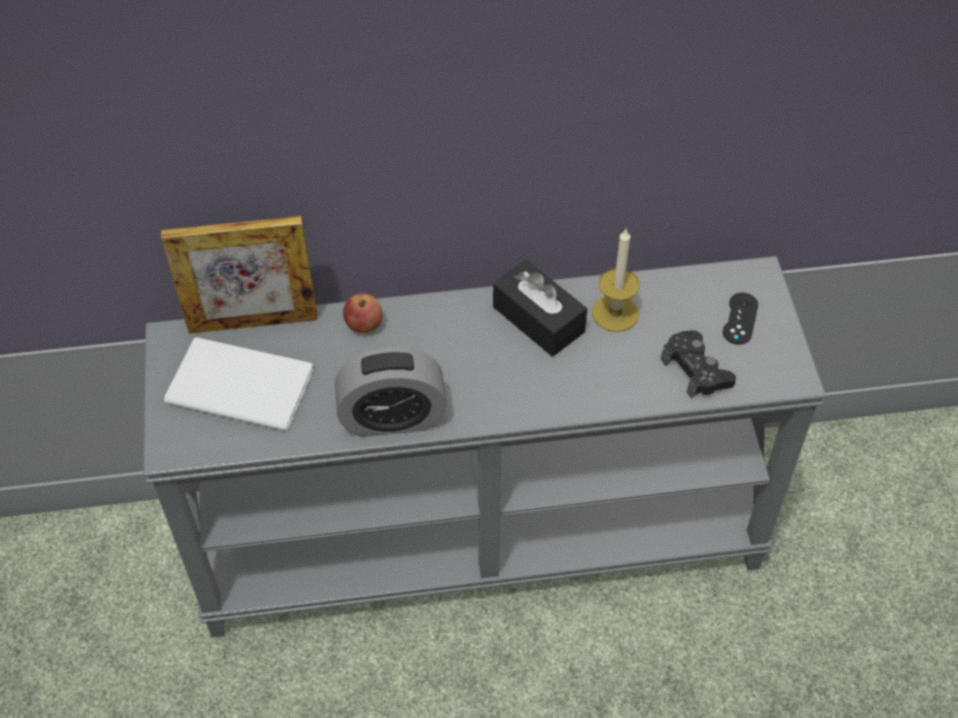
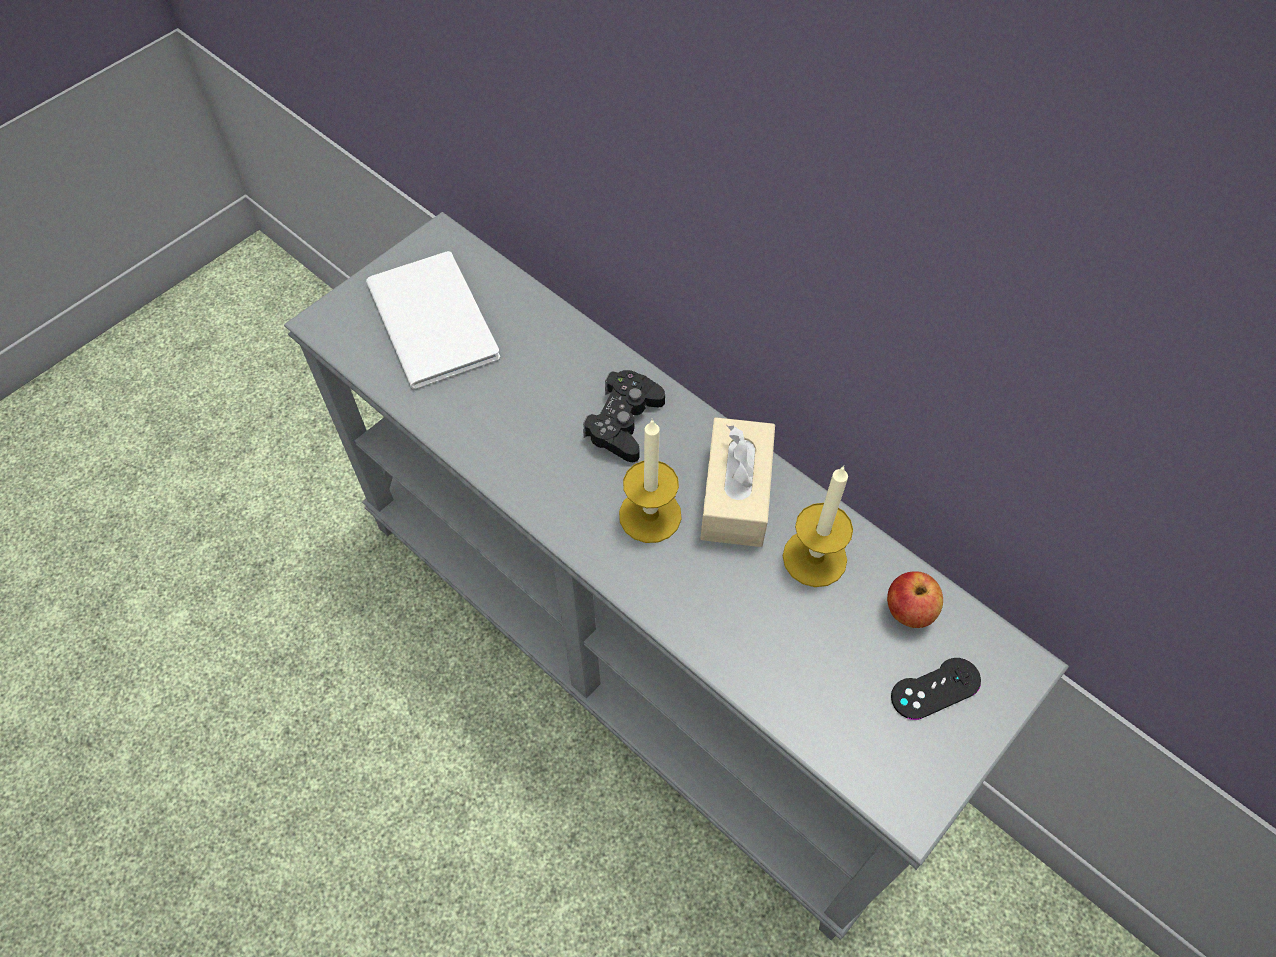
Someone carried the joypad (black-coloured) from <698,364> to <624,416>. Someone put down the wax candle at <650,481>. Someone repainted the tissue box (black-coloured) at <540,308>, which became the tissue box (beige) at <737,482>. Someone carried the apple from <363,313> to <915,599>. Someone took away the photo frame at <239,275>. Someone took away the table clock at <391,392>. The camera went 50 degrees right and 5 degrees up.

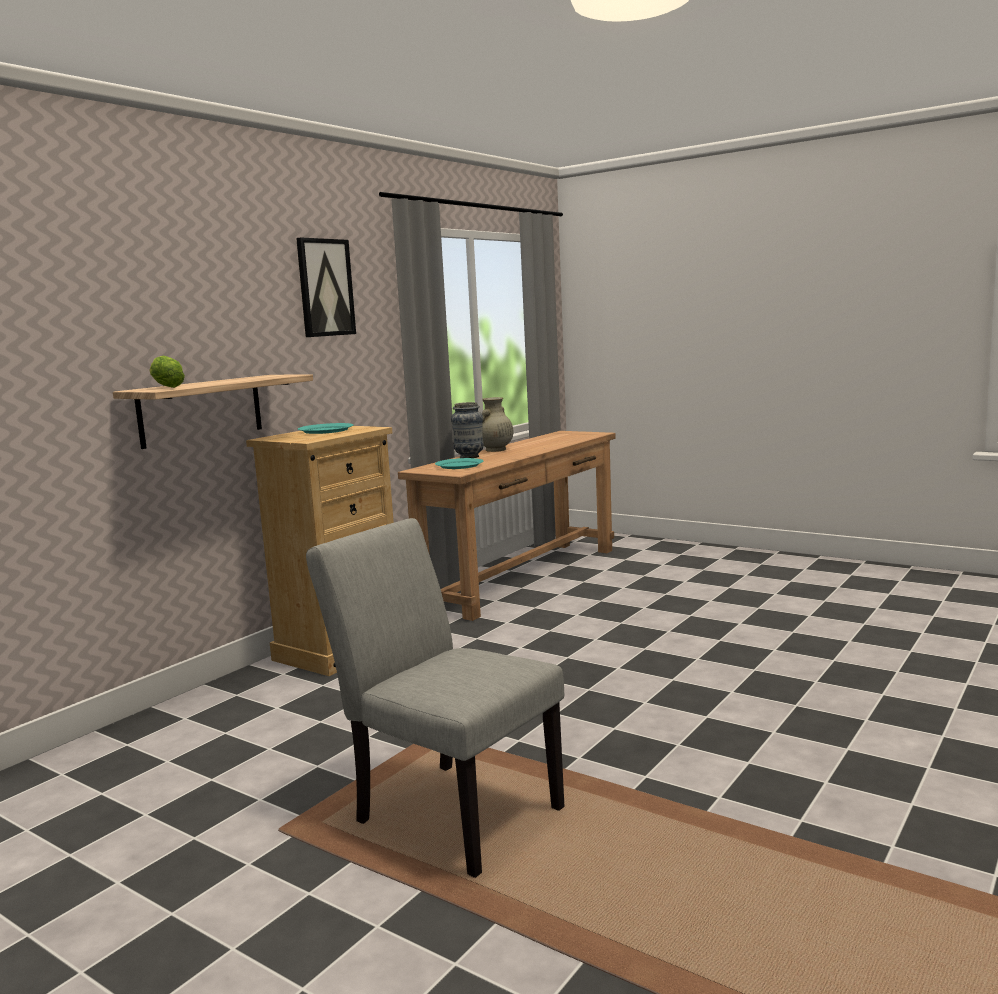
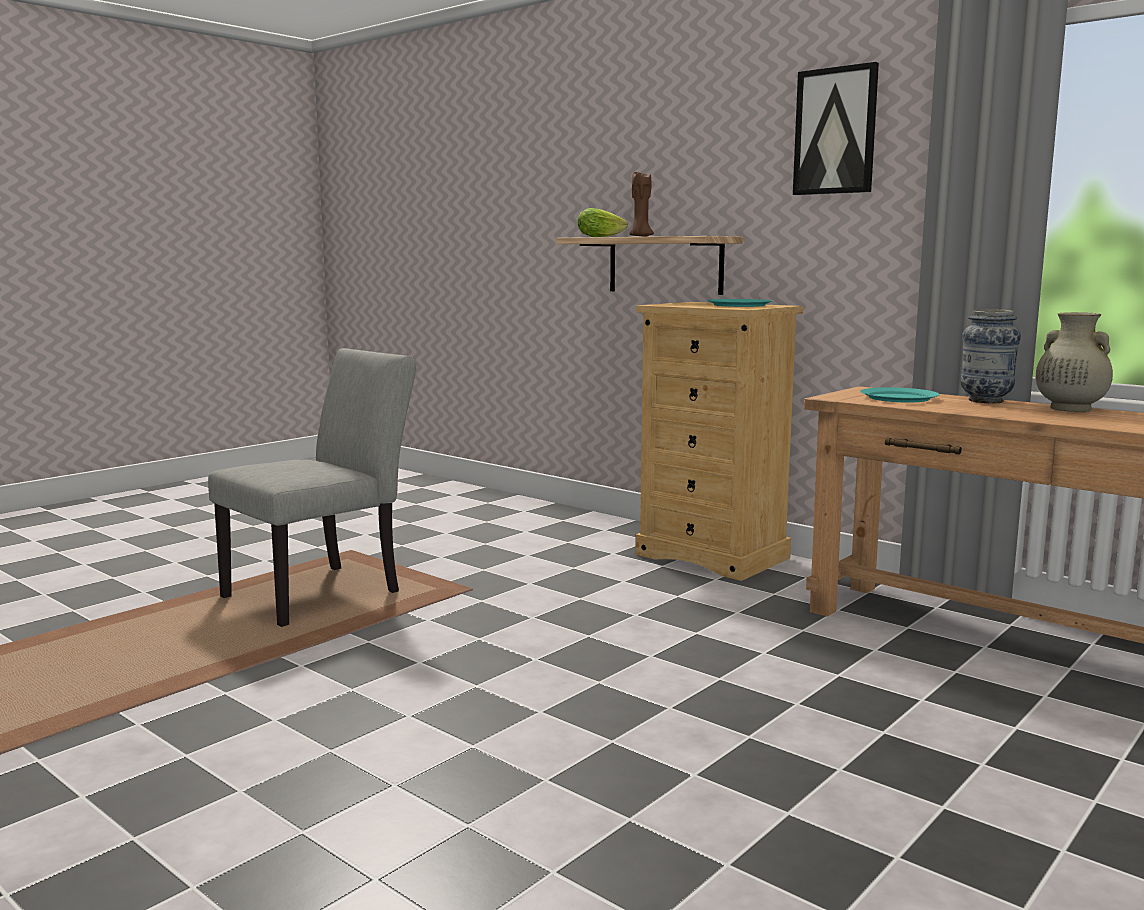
Someone put down the wax candle (brown) at <641,204>. The camera went 95 degrees right and 0 degrees up.

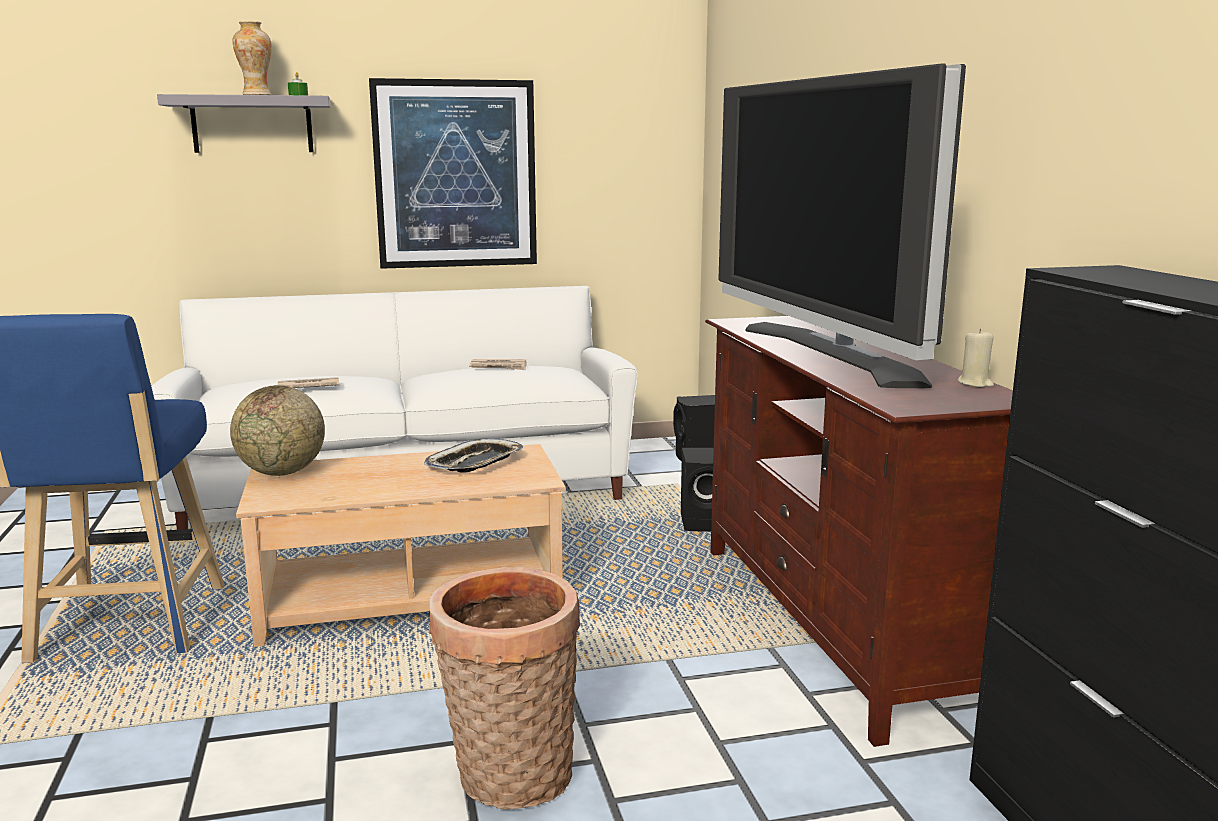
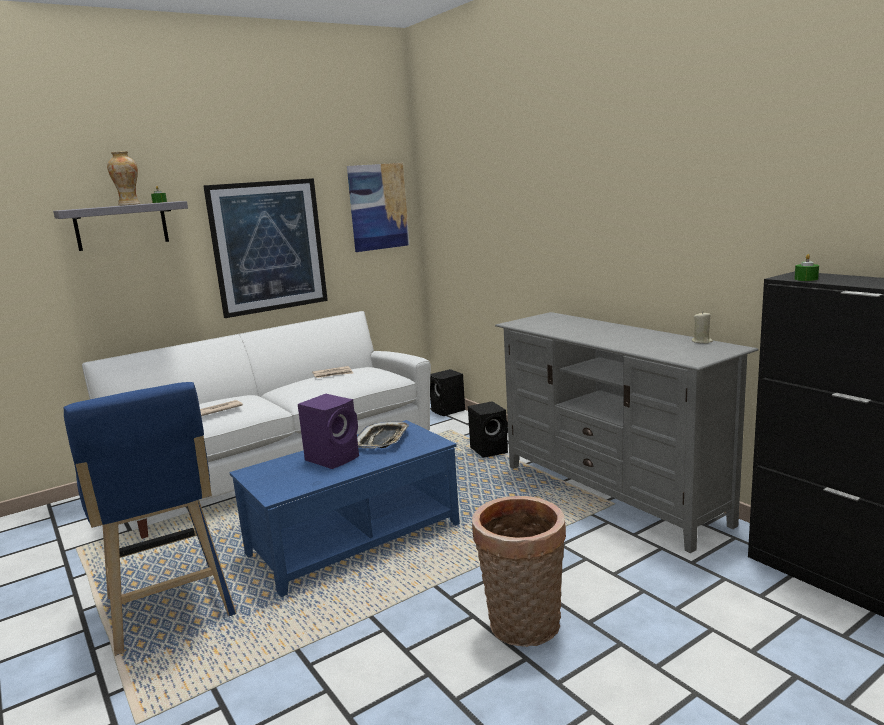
Someone repainted the coffee table (beige) at <401,545>, which became the coffee table (blue-coloured) at <344,508>. Someone put down the speaker (purplish) at <328,431>. Someone put up the wall picture at <378,207>. Someone repainted the tv stand (brown) at <859,531>, which became the tv stand (gray) at <627,432>. Someone put down the wax candle (green-coloured) at <806,267>. Someone took away the globe at <277,430>. Someone took away the television at <842,226>. The camera went 20 degrees left and 0 degrees up.

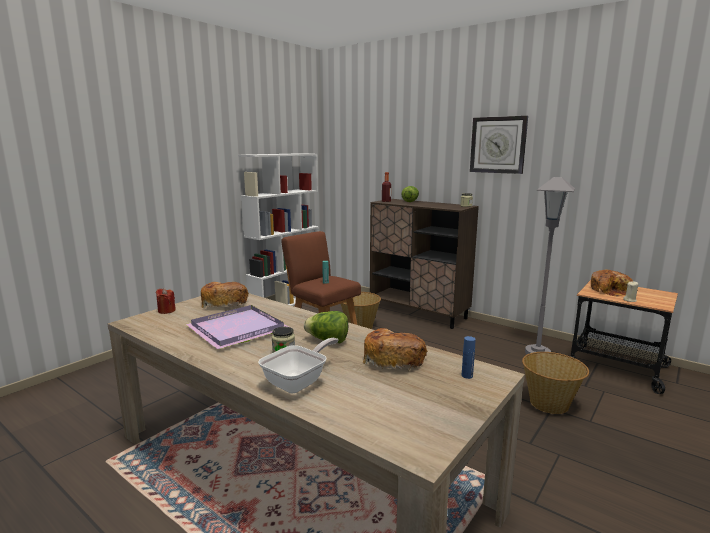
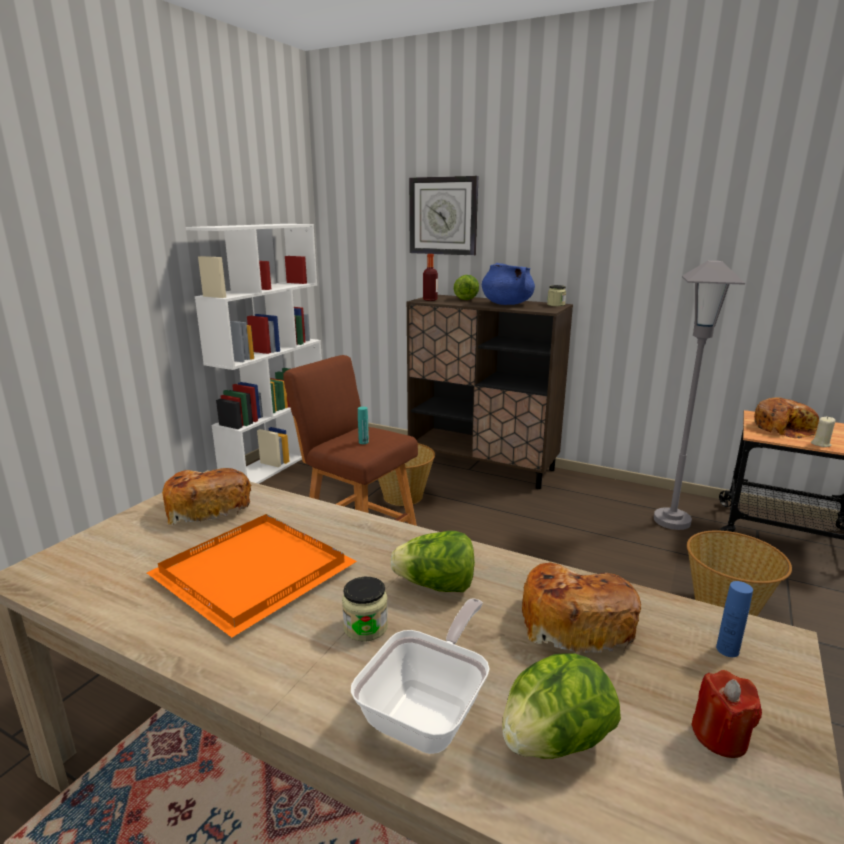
Someone repainted the serving tray (purplish) at <236,327>, which became the serving tray (orangey) at <252,576>. Someone carried the wall clock from <499,145> to <443,215>. Someone put down the stockpot (blue-coloured) at <508,284>. Someone put down the head of lettuce at <561,706>. Someone carried the wax candle (red-coloured) from <166,301> to <726,714>. The camera went 10 degrees left and 5 degrees up.

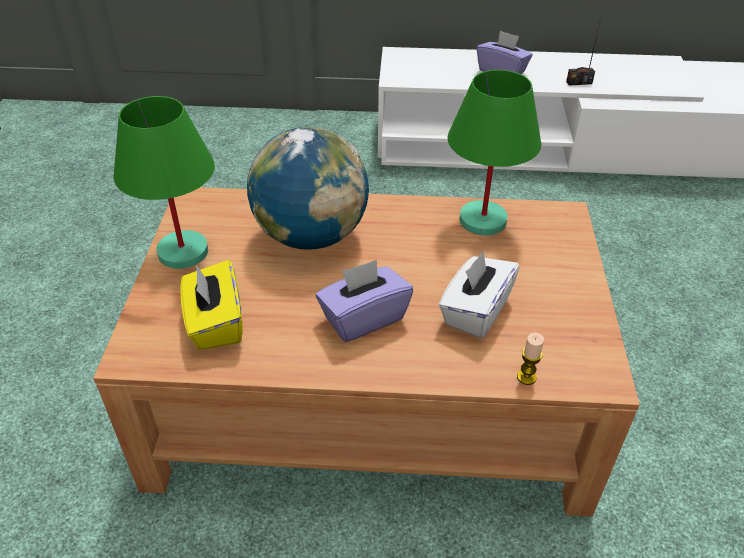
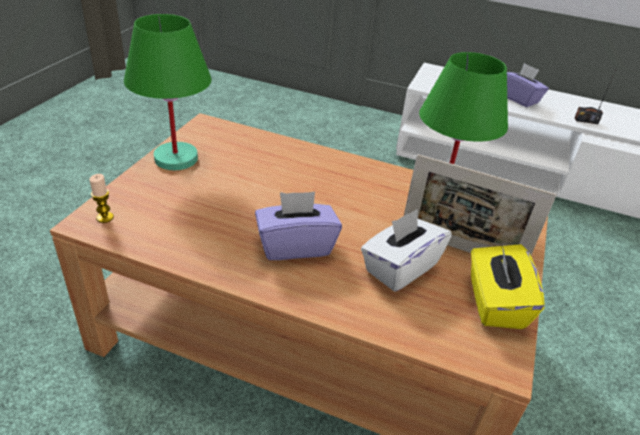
Someone carried the wax candle from <530,358> to <102,198>. Someone put down the photo frame at <480,204>. Someone carried the tissue box (yellow) from <211,305> to <508,286>. Someone took away the globe at <308,188>. The camera went 15 degrees right and 5 degrees down.

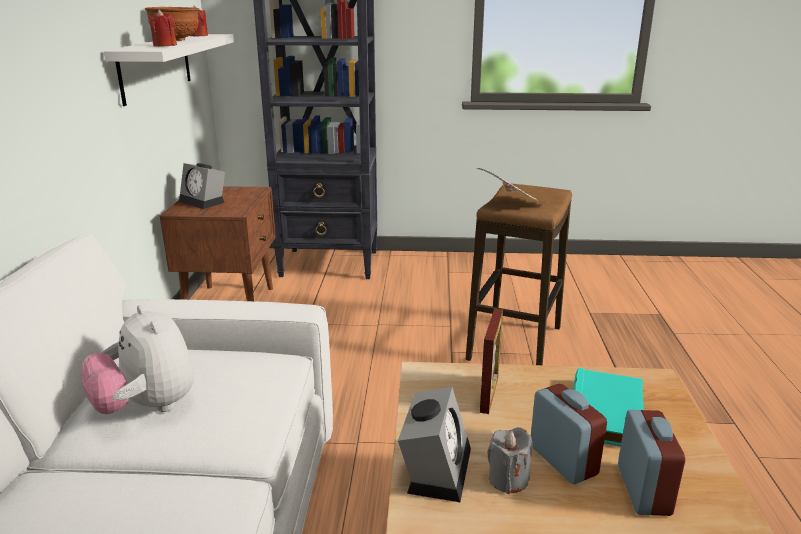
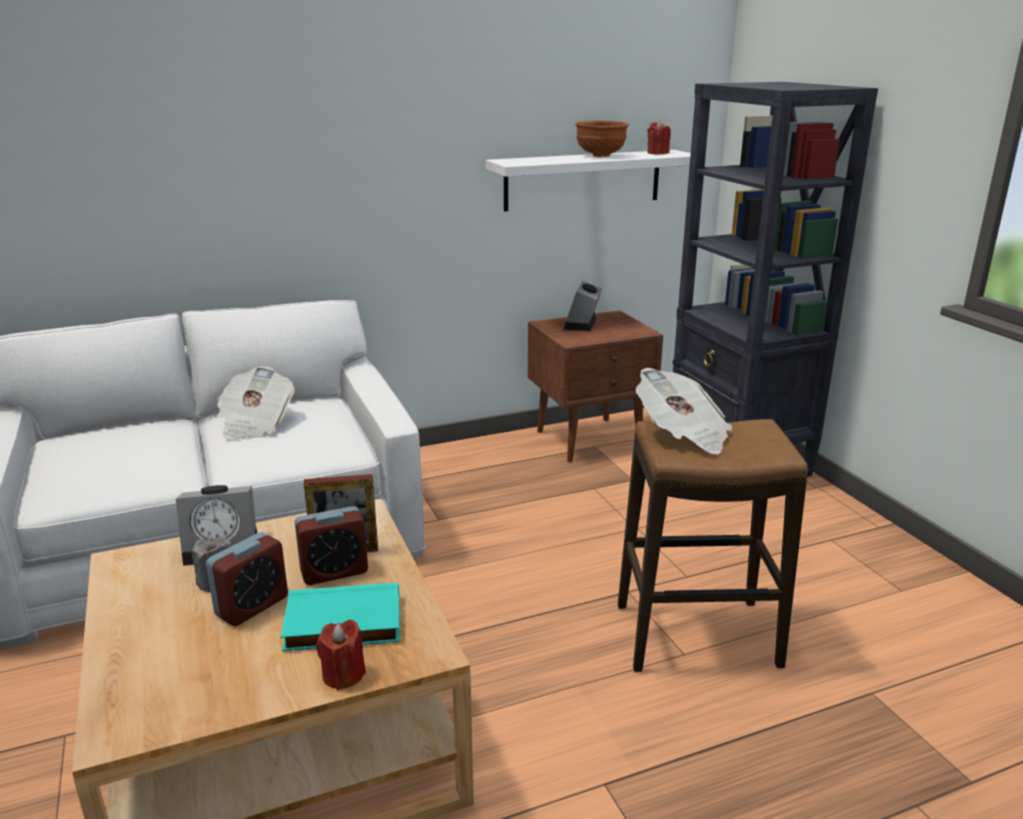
Someone swapped the cuddly toy at <137,359> for the daily paper at <256,403>. Someone carried the table clock from <651,463> to <331,545>. Someone carried the wax candle (red-coloured) from <162,28> to <341,654>. The camera went 65 degrees right and 0 degrees up.

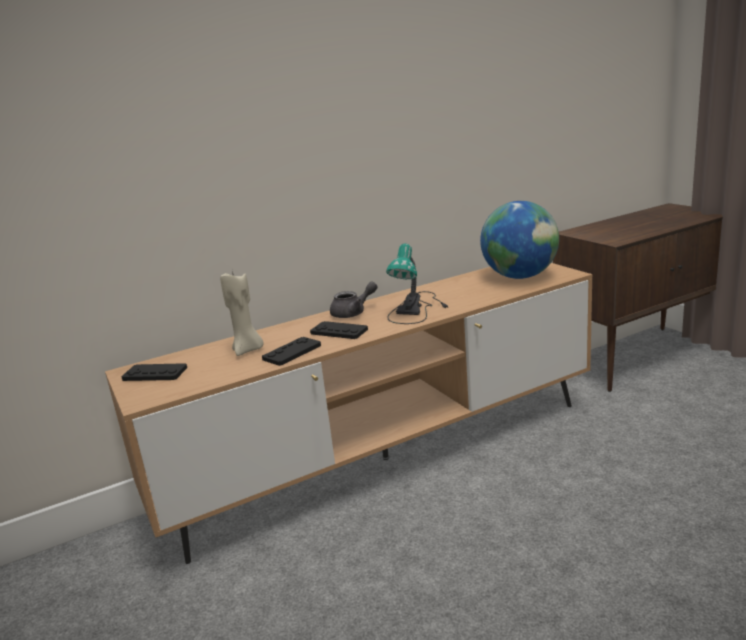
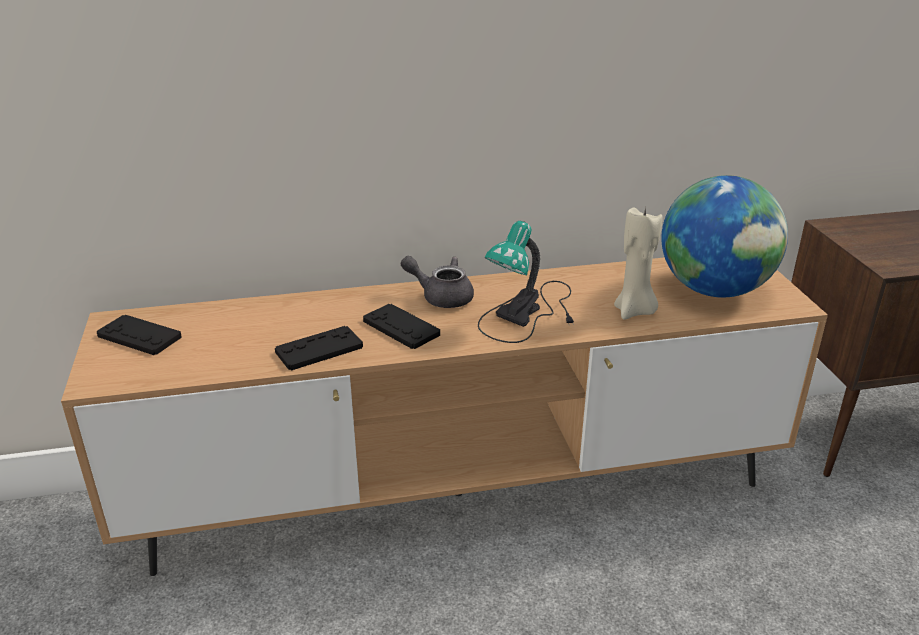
Someone rotated the pot for tea (gray) at <354,299> by 150 degrees counterclockwise. Someone carried the wax candle (beige) from <242,313> to <638,263>. The camera went 15 degrees right and 10 degrees up.

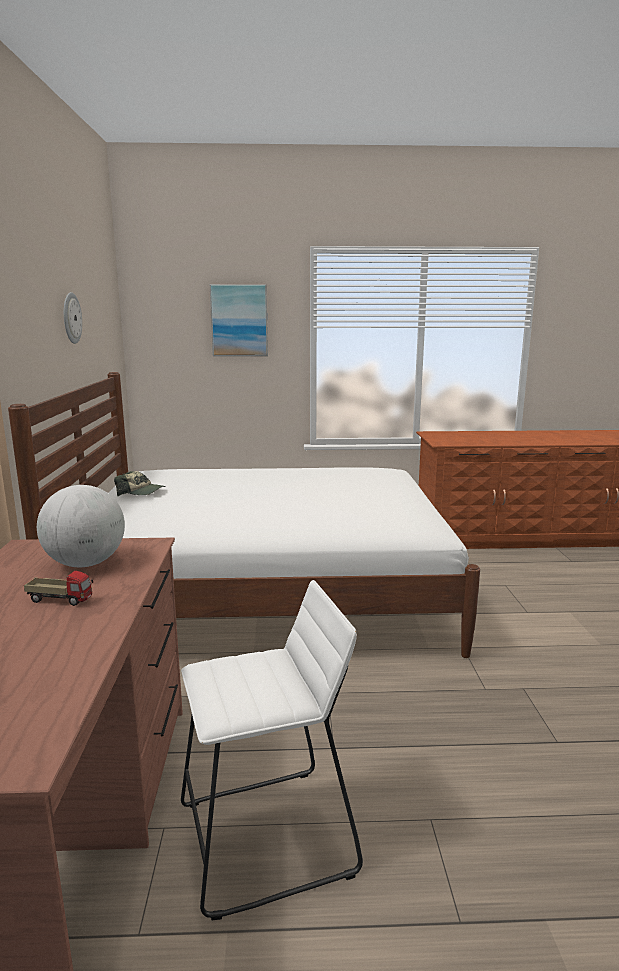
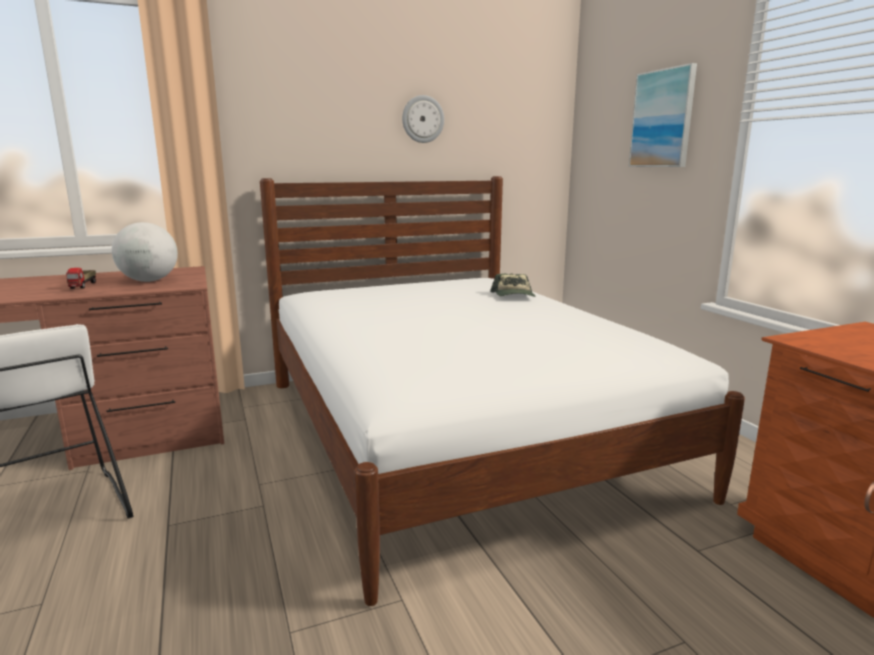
Someone carried the cap from <140,483> to <513,285>. The camera went 70 degrees right and 0 degrees up.

